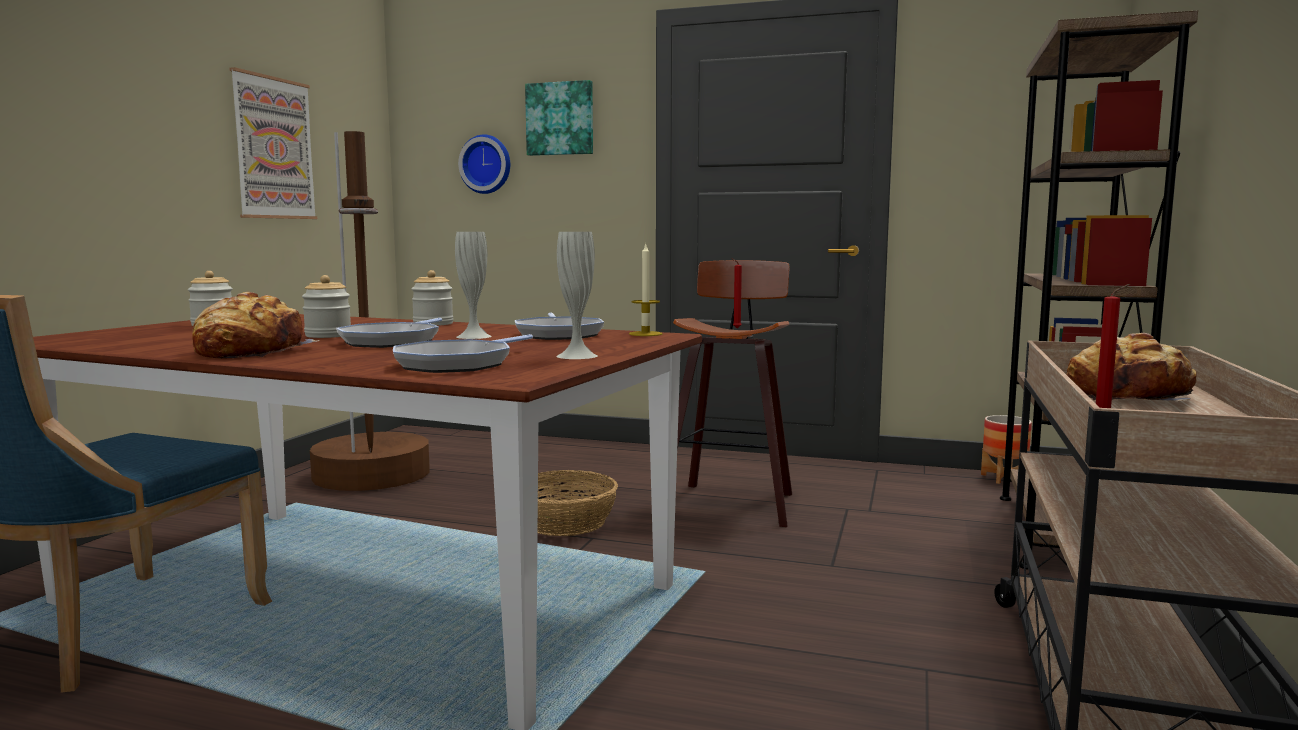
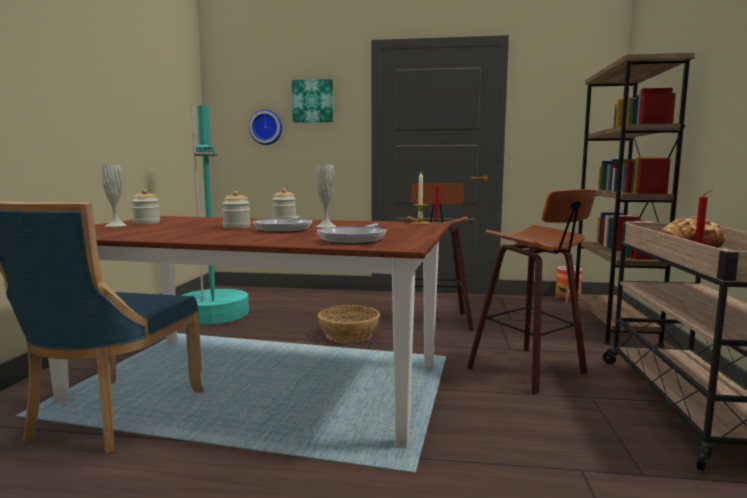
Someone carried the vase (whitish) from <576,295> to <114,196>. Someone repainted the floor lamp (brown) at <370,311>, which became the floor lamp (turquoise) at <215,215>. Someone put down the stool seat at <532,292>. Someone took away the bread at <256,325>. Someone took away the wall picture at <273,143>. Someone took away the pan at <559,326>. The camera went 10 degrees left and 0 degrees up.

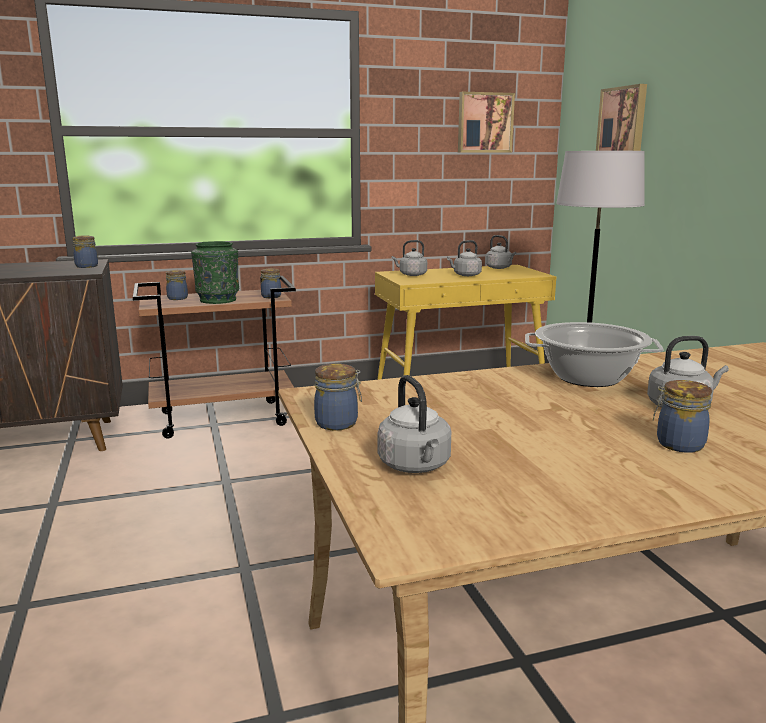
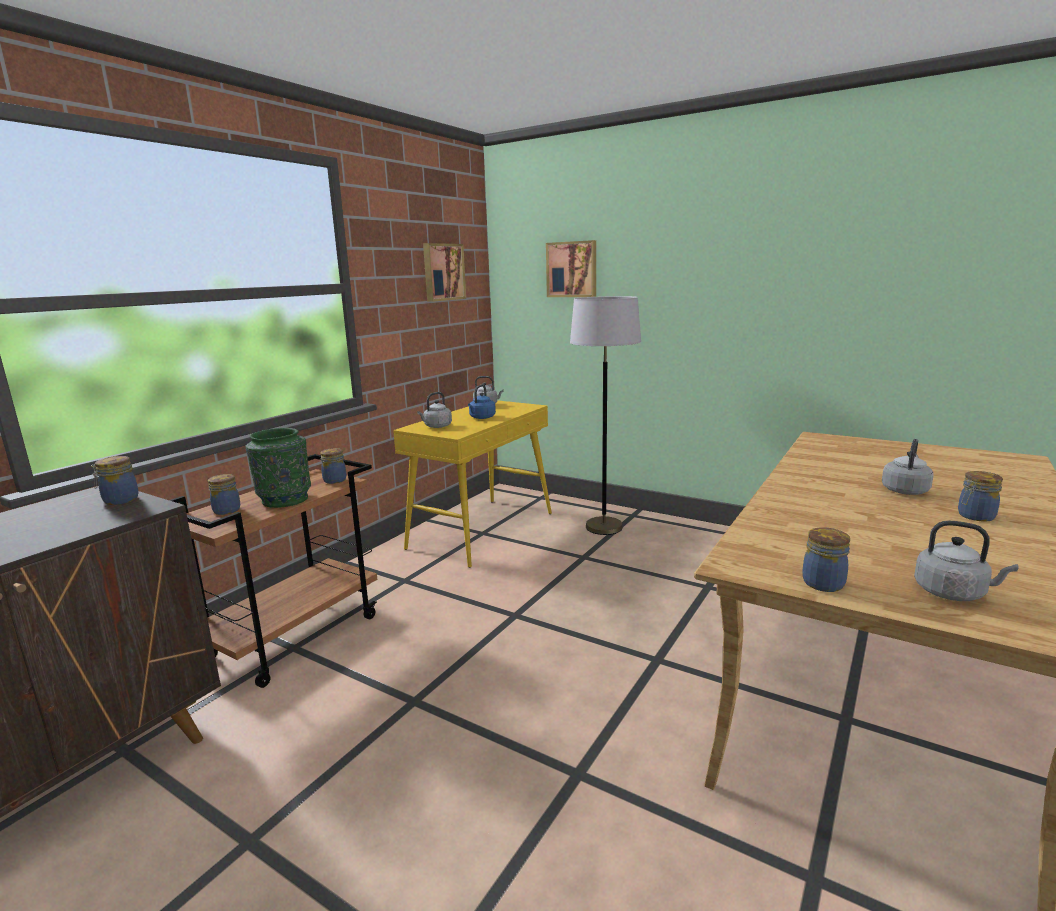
Someone repainted the water kettle (gray) at <464,258>, which became the water kettle (blue-coloured) at <482,402>. Someone took away the stockpot at <594,354>. The camera went 40 degrees left and 0 degrees up.

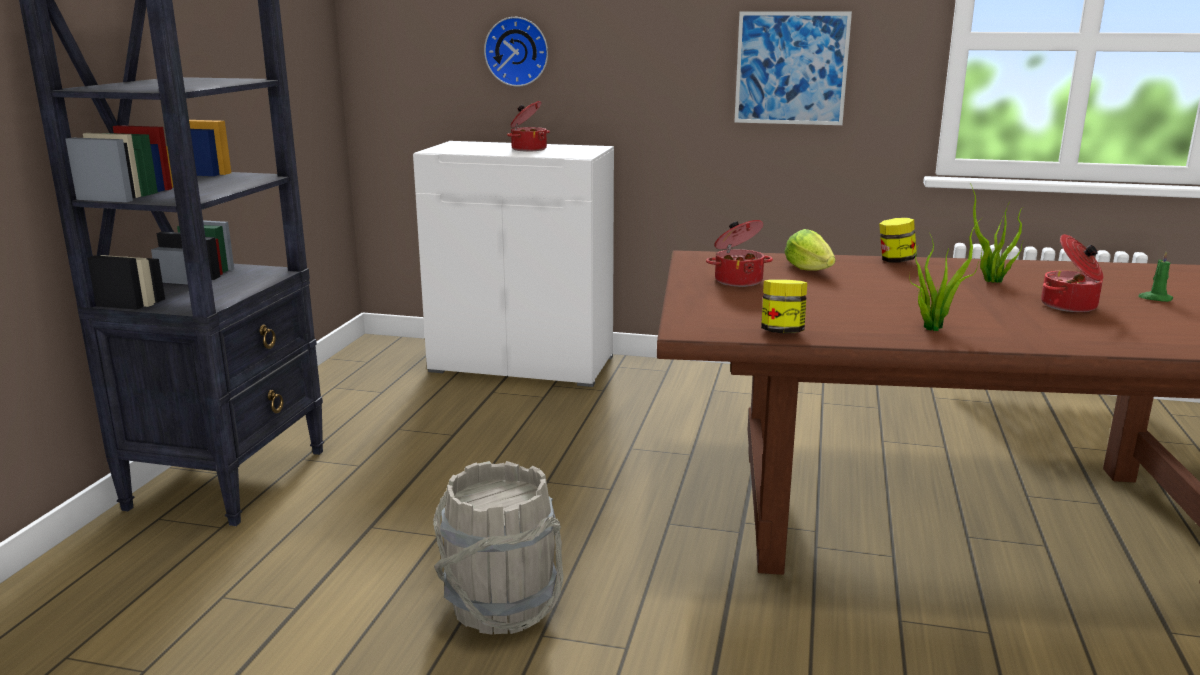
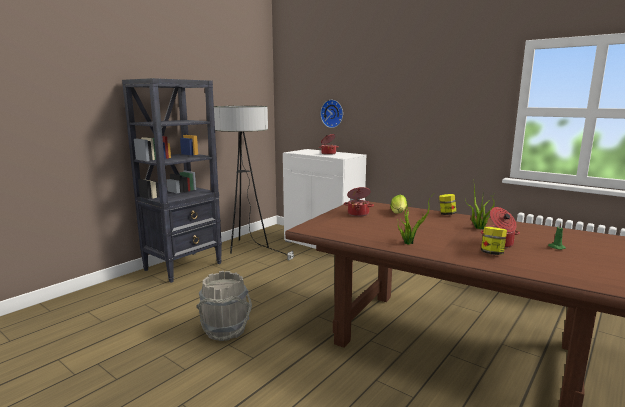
Someone put down the floor lamp at <254,183>. Someone carried the storage jar from <784,306> to <494,241>. Someone took away the wall picture at <793,68>. The camera went 25 degrees right and 5 degrees down.

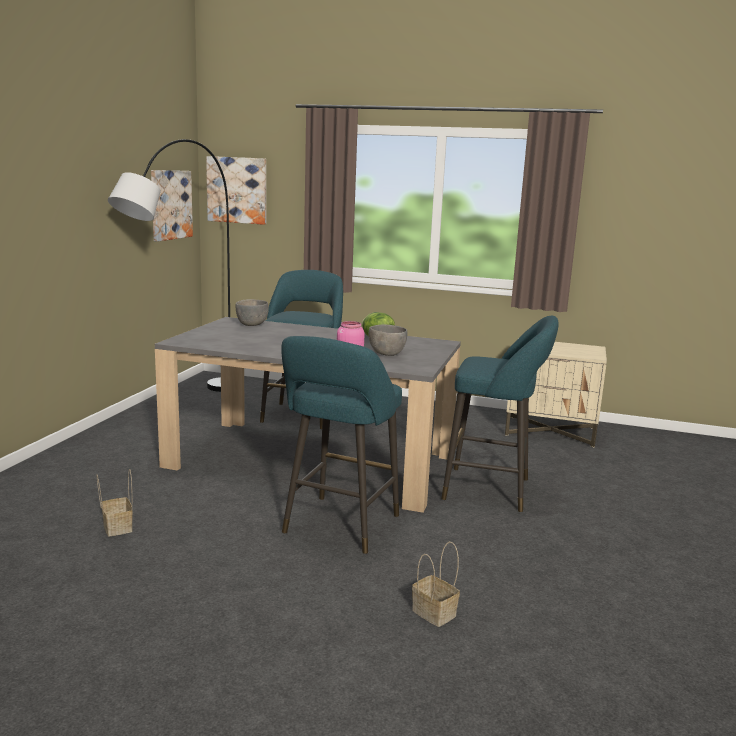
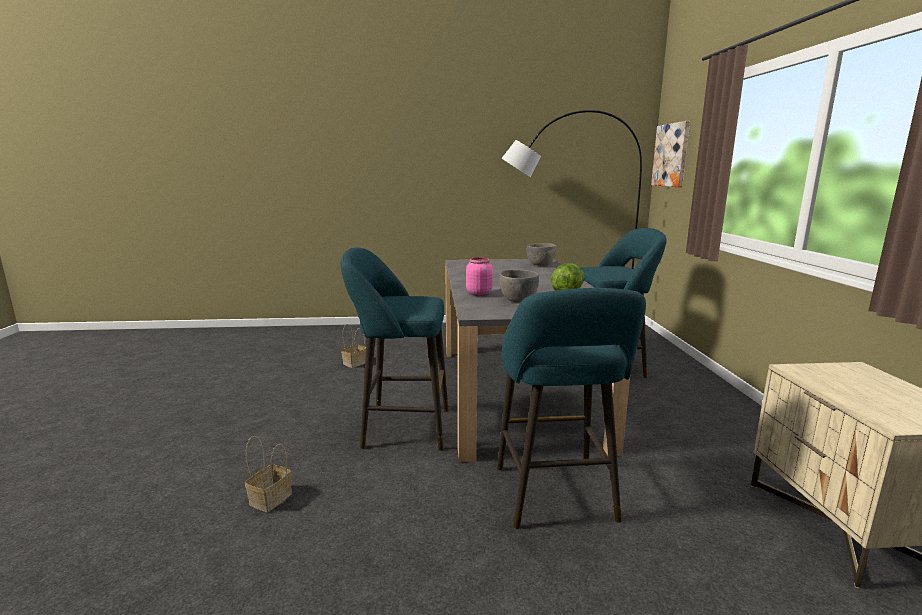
Someone took away the wall picture at <172,206>. The camera went 70 degrees right and 0 degrees up.

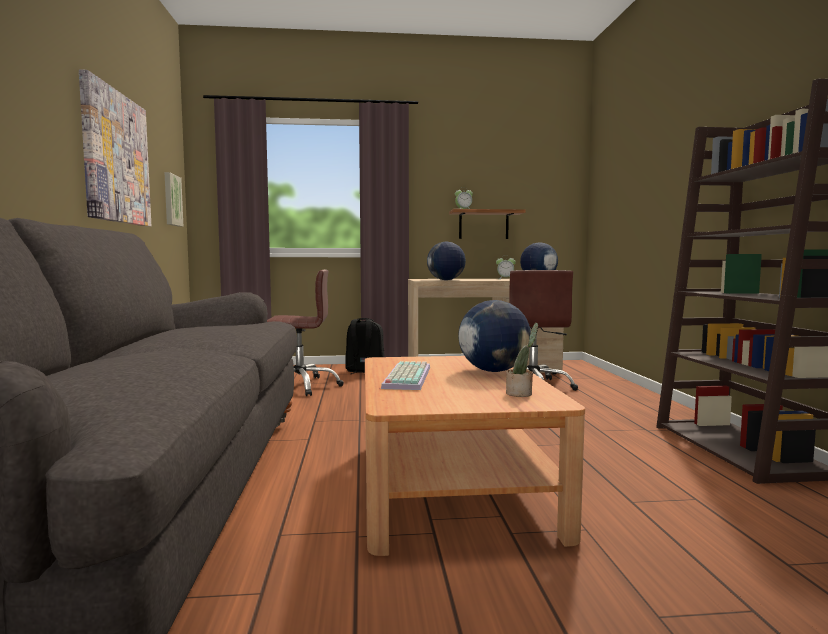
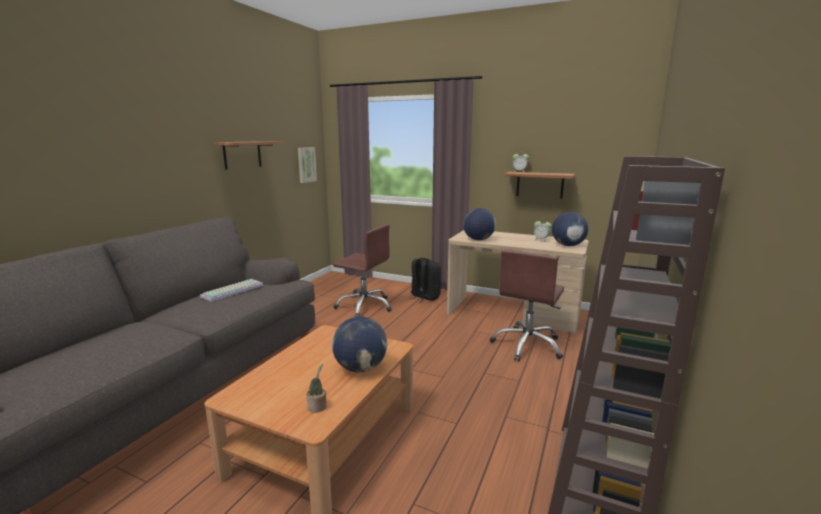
Someone carried the computer keyboard from <405,375> to <231,290>. Someone swapped the wall picture at <115,148> for the shelf at <248,155>. The camera went 30 degrees right and 10 degrees up.

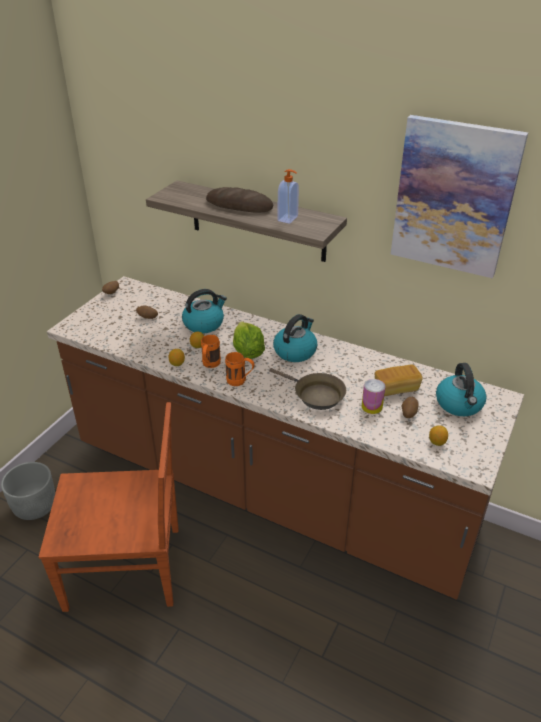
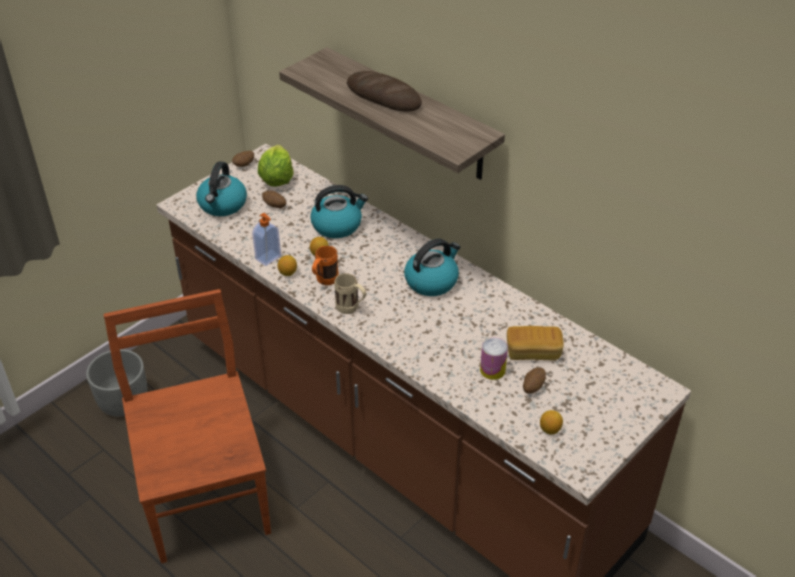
Someone rotated the chair (brown) at <109,507> by 120 degrees counterclockwise. Someone carried the water kettle from <461,389> to <221,188>. Someone carried the soap dispenser from <288,196> to <266,239>. Someone carried the head of lettuce from <249,340> to <275,166>. Someone repainted the tea mug (orangey) at <240,369>, which became the tea mug (beige) at <350,293>. Someone took away the pan (brown) at <307,389>. Someone took away the wall picture at <459,196>. The camera went 15 degrees right and 5 degrees up.

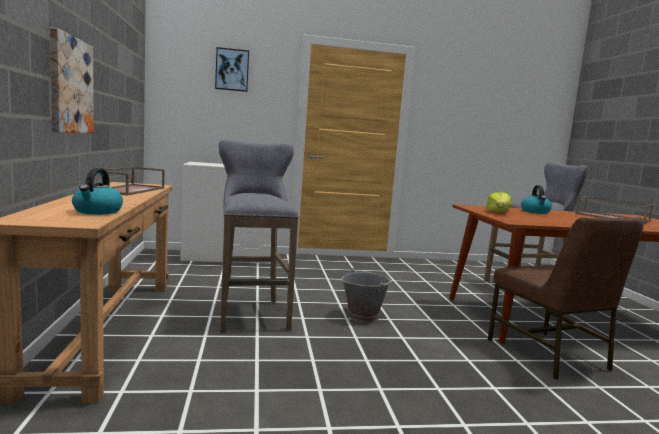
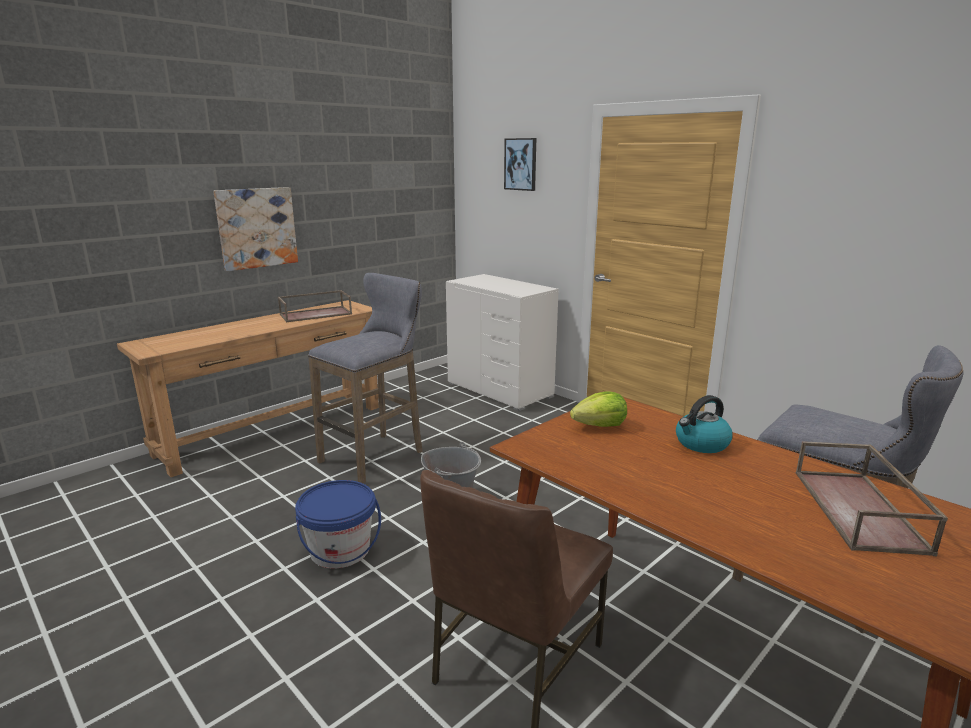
Someone put down the pail (blue-coloured) at <338,524>. Someone took away the water kettle at <97,191>. The camera went 55 degrees right and 10 degrees up.

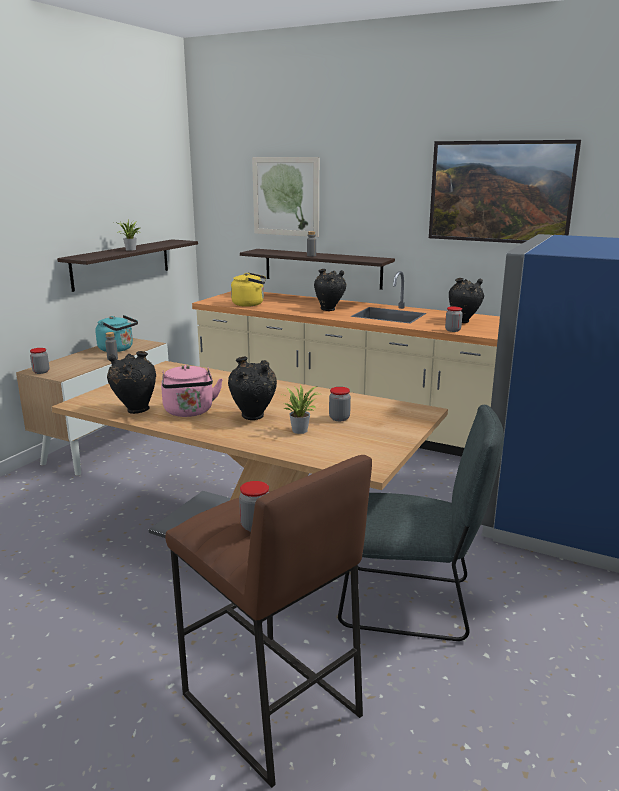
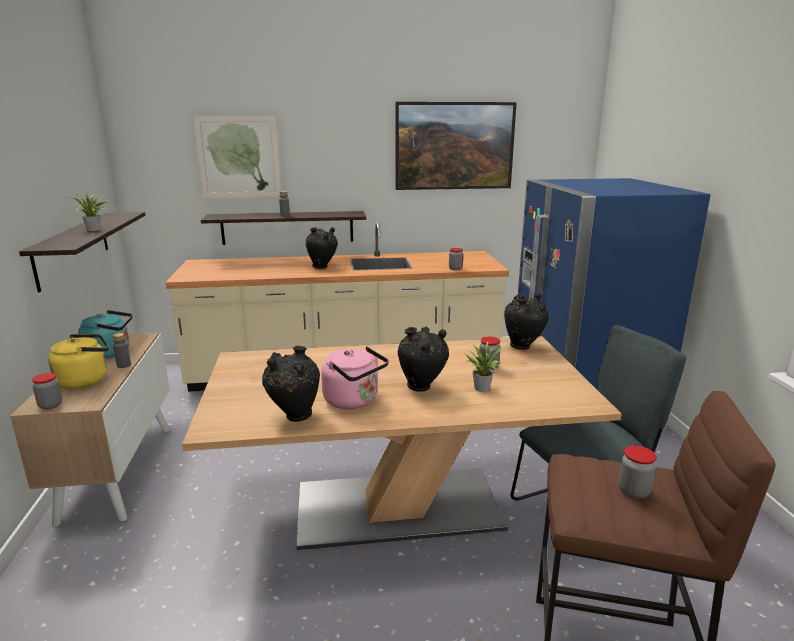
Someone carried the water kettle (yellow) from <248,289> to <78,361>. Someone carried the vase (black-coloured) from <466,300> to <526,321>. The camera went 35 degrees left and 0 degrees up.

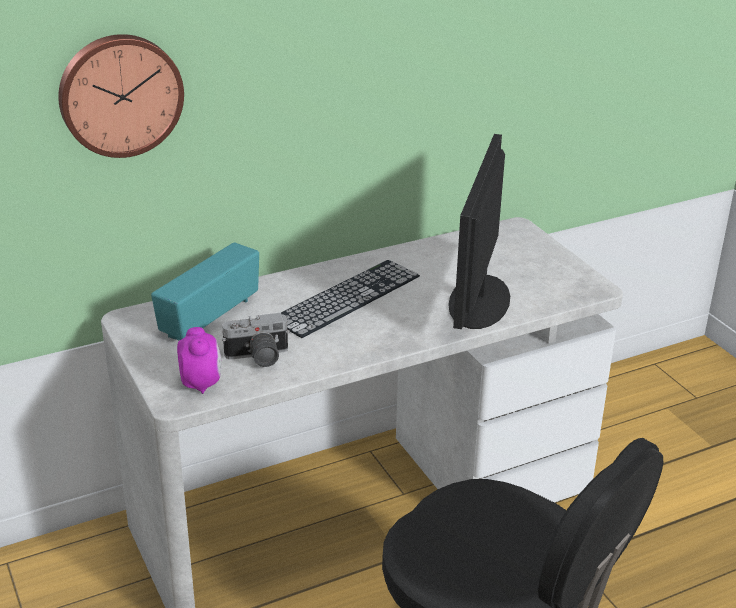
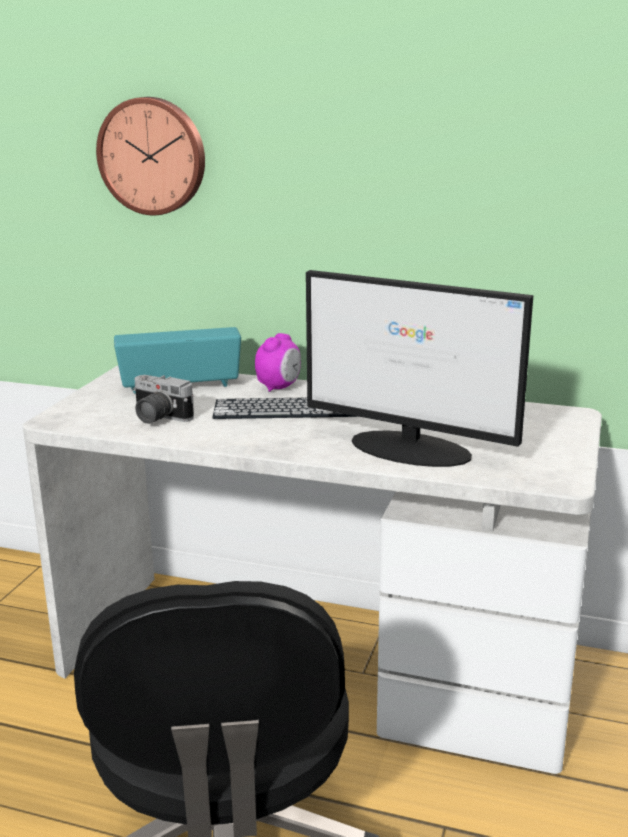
Someone carried the table clock from <199,360> to <278,362>. Someone rotated the monitor at <479,231> by 120 degrees counterclockwise. The camera went 45 degrees right and 10 degrees down.

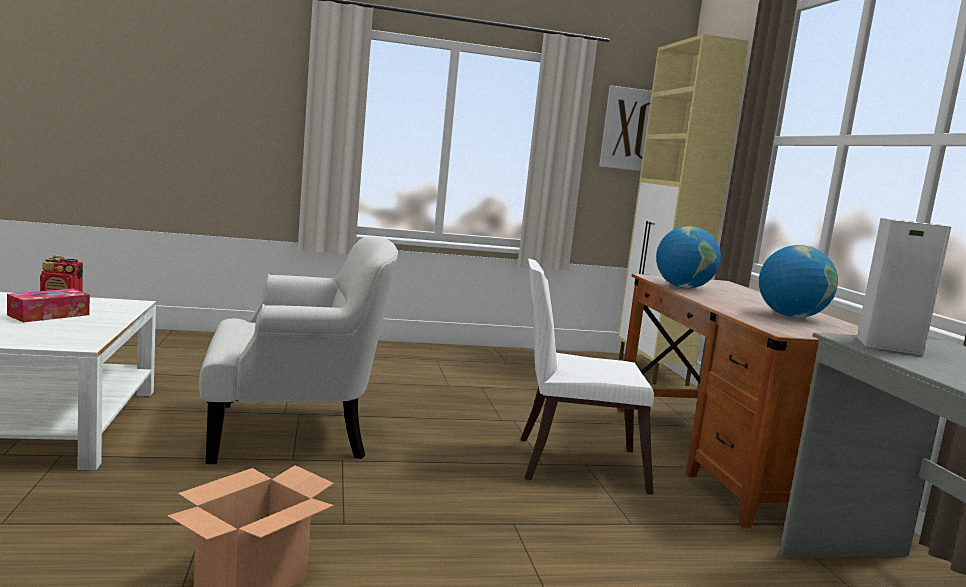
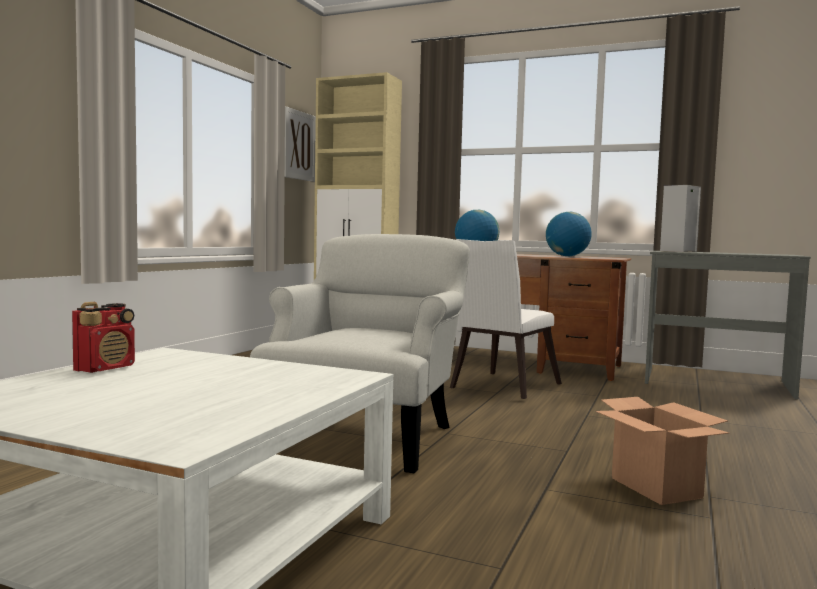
Someone took away the tissue box at <48,305>. The camera went 55 degrees left and 5 degrees down.

